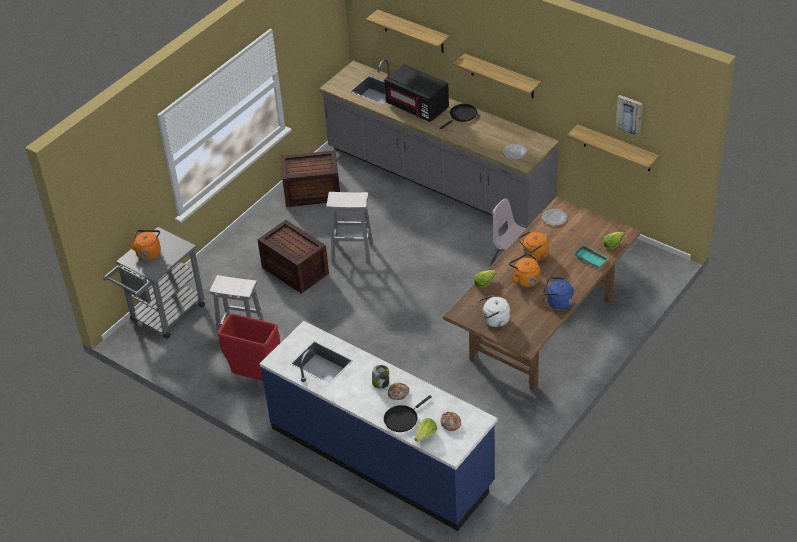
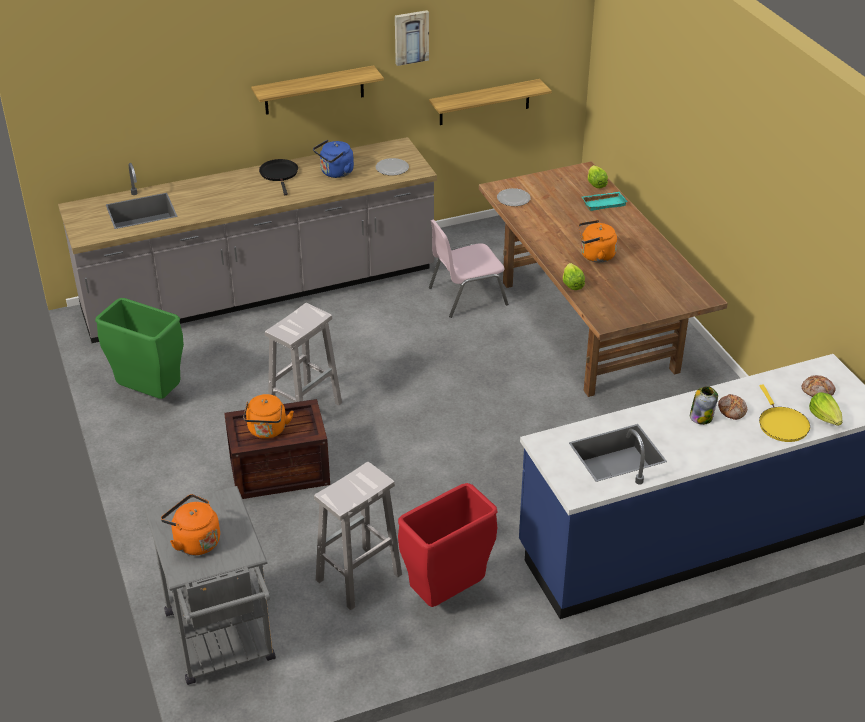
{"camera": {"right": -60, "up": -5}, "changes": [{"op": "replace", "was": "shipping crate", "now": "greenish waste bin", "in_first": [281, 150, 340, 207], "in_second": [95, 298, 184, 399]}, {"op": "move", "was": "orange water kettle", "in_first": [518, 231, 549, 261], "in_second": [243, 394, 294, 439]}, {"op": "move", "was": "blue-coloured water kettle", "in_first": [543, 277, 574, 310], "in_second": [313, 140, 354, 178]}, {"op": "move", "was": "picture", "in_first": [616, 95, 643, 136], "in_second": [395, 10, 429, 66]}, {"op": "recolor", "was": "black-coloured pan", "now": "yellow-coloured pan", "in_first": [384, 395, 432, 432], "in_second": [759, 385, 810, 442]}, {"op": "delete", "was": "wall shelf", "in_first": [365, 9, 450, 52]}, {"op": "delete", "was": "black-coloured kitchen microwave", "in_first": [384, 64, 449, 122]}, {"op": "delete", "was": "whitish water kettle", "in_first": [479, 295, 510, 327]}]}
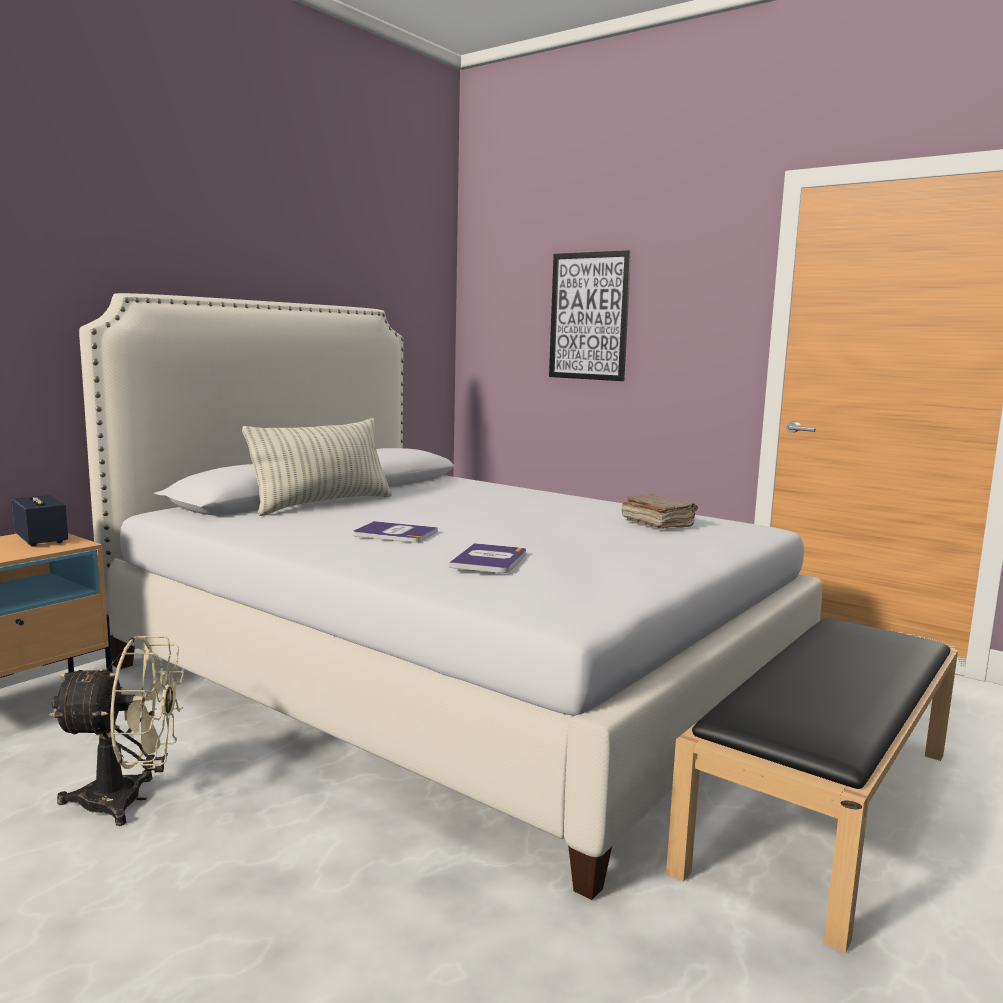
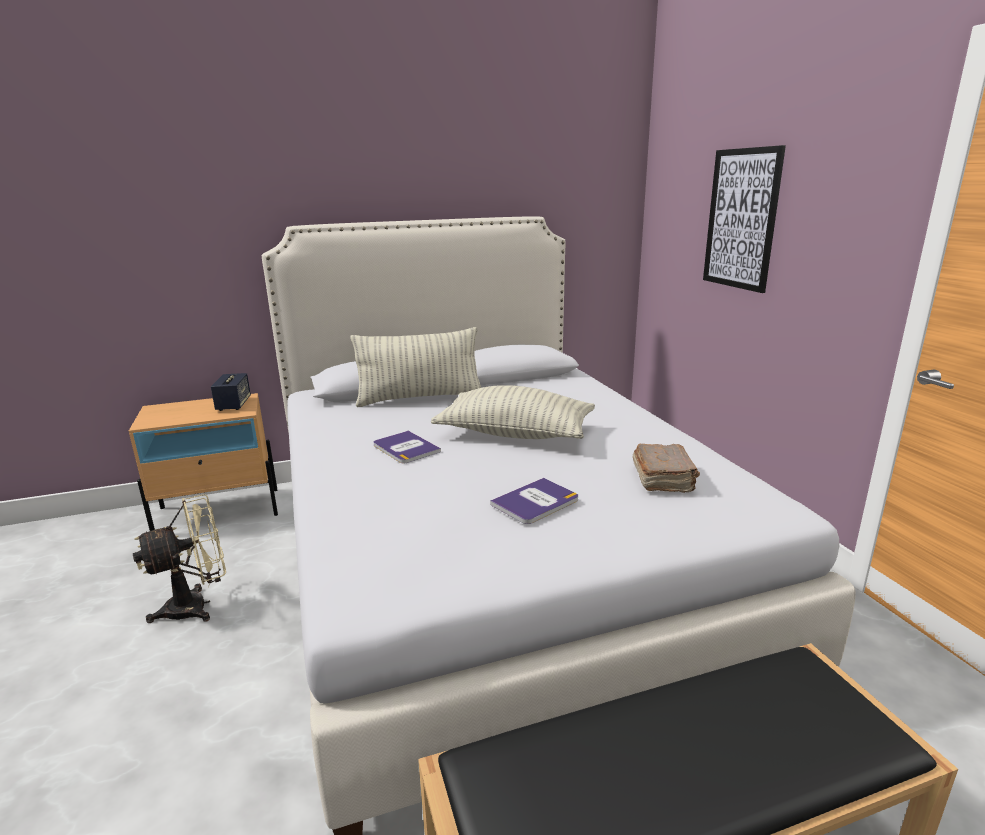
{"camera": {"right": 35, "up": 10}, "changes": [{"op": "rotate", "was": "beige-coloured cooling fan", "in_first": [49, 635, 184, 826], "in_second": [133, 494, 226, 623], "clockwise": -60}, {"op": "insert", "now": "cushion", "in_second": [431, 385, 595, 439]}, {"op": "move", "was": "bound book", "in_first": [449, 543, 526, 573], "in_second": [490, 478, 578, 524]}]}
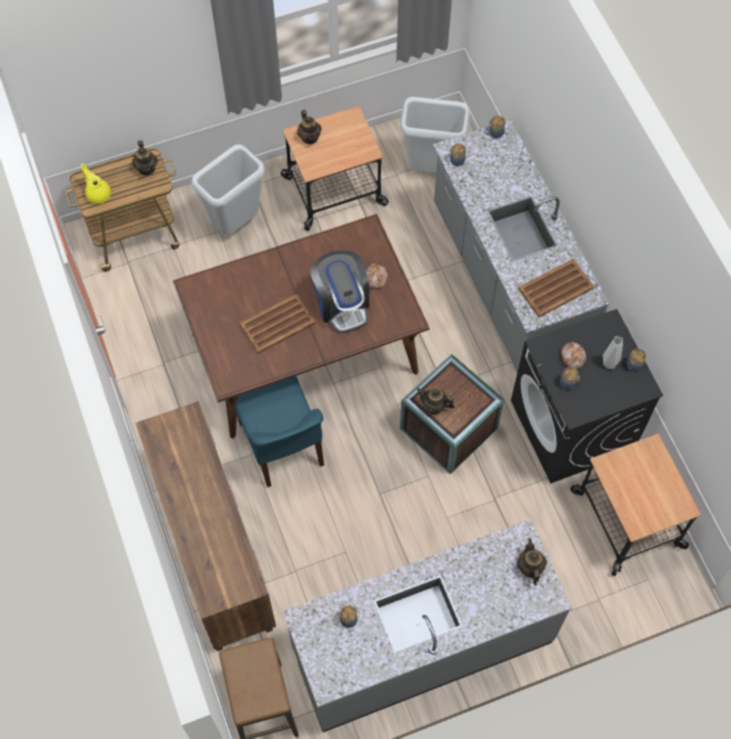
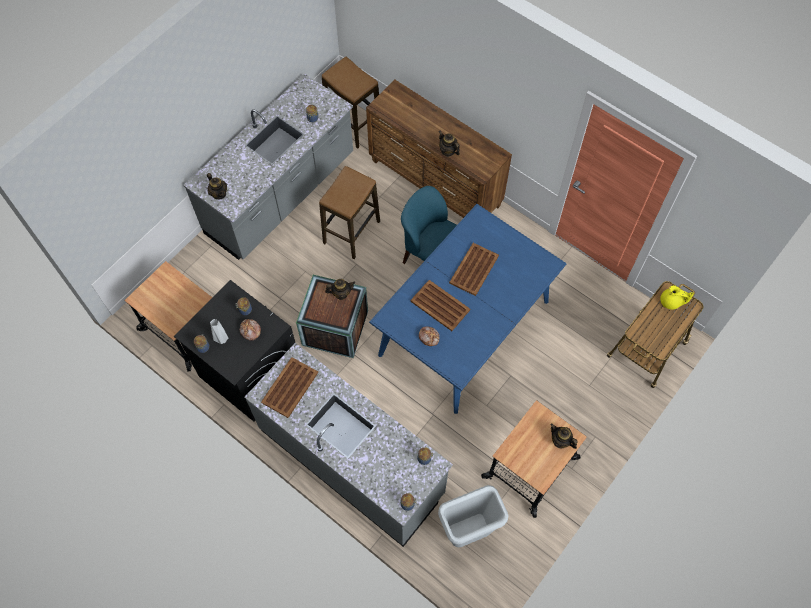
{"camera": {"right": 150, "up": 0}, "changes": [{"op": "insert", "now": "stool seat", "in_second": [319, 166, 380, 259]}, {"op": "recolor", "was": "brown dinner table", "now": "blue-coloured dinner table", "in_first": [173, 214, 430, 439], "in_second": [369, 204, 567, 414]}, {"op": "replace", "was": "coffee brewer", "now": "brown serving tray", "in_first": [310, 250, 369, 333], "in_second": [410, 280, 470, 331]}, {"op": "move", "was": "tea pot", "in_first": [132, 140, 158, 176], "in_second": [438, 131, 460, 157]}, {"op": "delete", "was": "greyish waste bin", "in_first": [191, 144, 265, 235]}]}
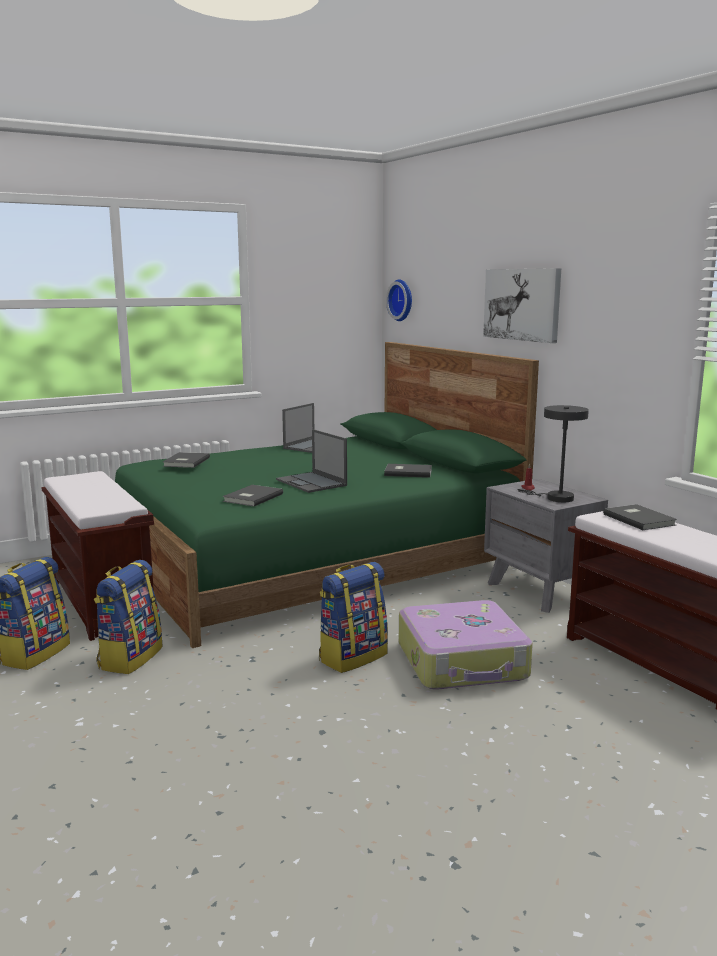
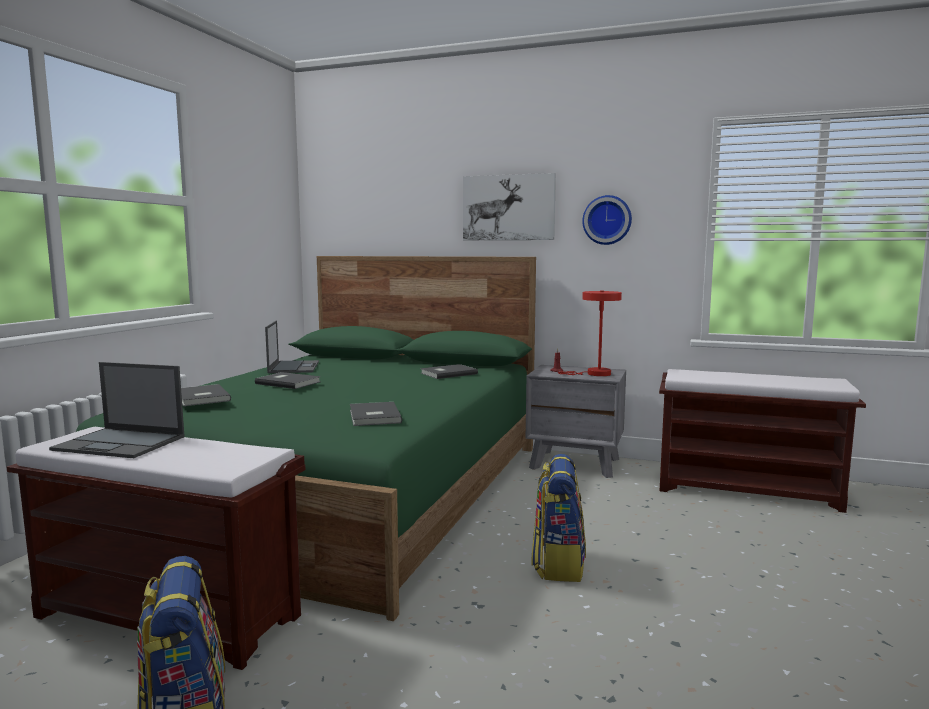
{"camera": {"right": -40, "up": -5}, "changes": [{"op": "move", "was": "laptop", "in_first": [276, 429, 347, 493], "in_second": [49, 362, 185, 458]}, {"op": "move", "was": "greyish bound book", "in_first": [603, 504, 677, 530], "in_second": [255, 372, 321, 389]}, {"op": "recolor", "was": "greyish table lamp", "now": "red table lamp", "in_first": [517, 405, 589, 502], "in_second": [558, 291, 622, 376]}, {"op": "move", "was": "clock on the wall", "in_first": [386, 279, 412, 321], "in_second": [582, 195, 632, 245]}, {"op": "delete", "was": "rucksack", "in_first": [94, 560, 163, 674]}, {"op": "delete", "was": "suitcase", "in_first": [399, 600, 533, 690]}]}
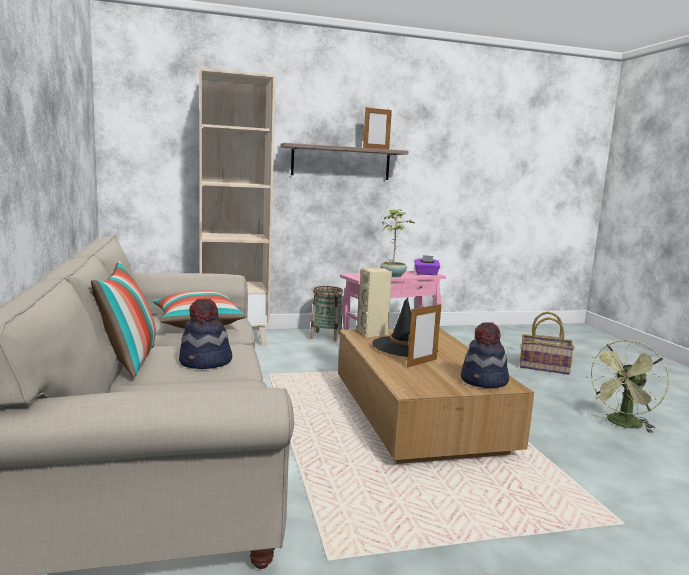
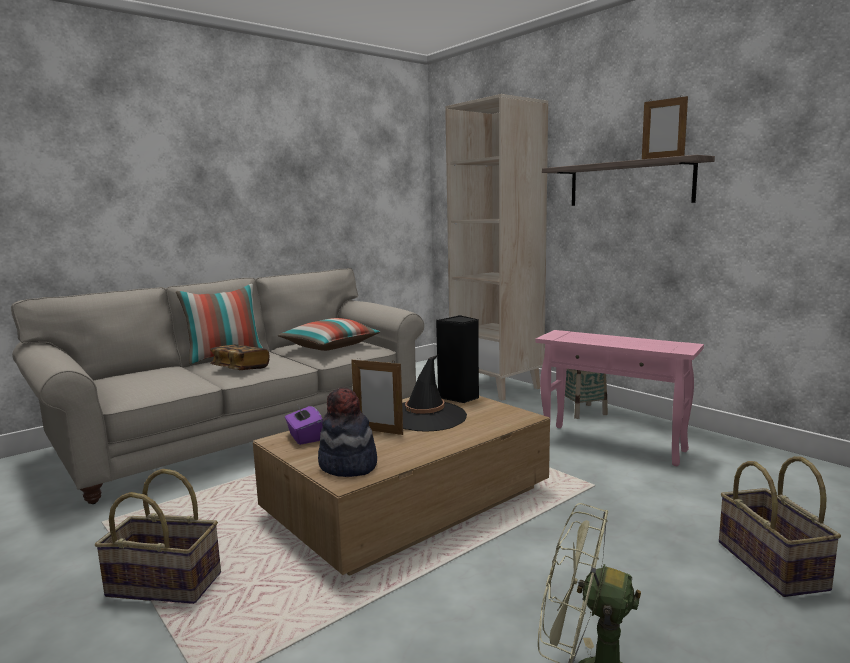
{"camera": {"right": 65, "up": 0}, "changes": [{"op": "insert", "now": "basket", "in_second": [95, 469, 221, 604]}, {"op": "replace", "was": "wearable hat", "now": "bound book", "in_first": [179, 298, 232, 369], "in_second": [210, 345, 269, 370]}, {"op": "move", "was": "purplish tissue box", "in_first": [414, 255, 440, 275], "in_second": [285, 406, 323, 445]}, {"op": "recolor", "was": "beige-coloured loudspeaker", "now": "black-coloured loudspeaker", "in_first": [357, 268, 392, 337], "in_second": [436, 315, 479, 403]}, {"op": "delete", "was": "plant in a pot", "in_first": [380, 209, 415, 277]}]}
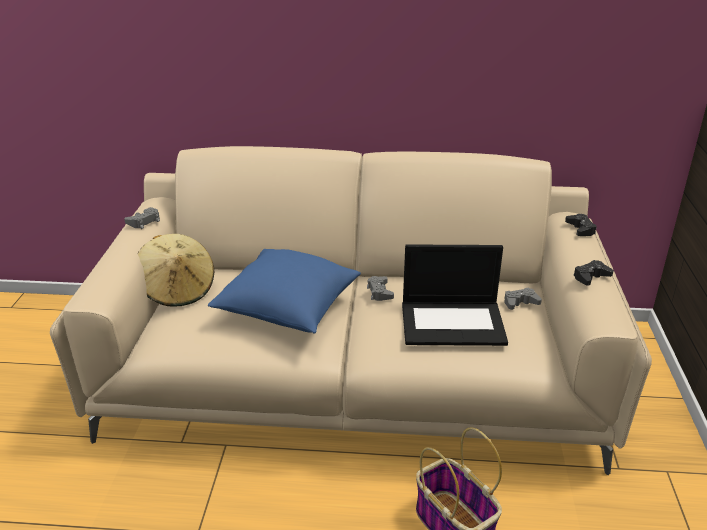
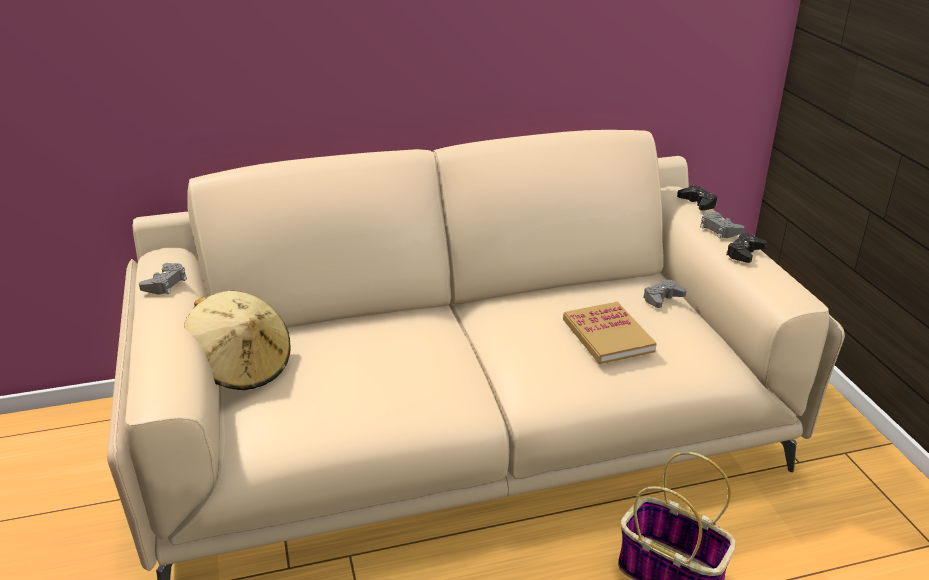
{"camera": {"right": -20, "up": 0}, "changes": [{"op": "replace", "was": "laptop", "now": "bound book", "in_first": [402, 244, 508, 346], "in_second": [563, 302, 657, 364]}, {"op": "move", "was": "greyish joypad", "in_first": [367, 276, 394, 301], "in_second": [700, 212, 744, 239]}, {"op": "delete", "was": "blue-coloured cushion", "in_first": [208, 249, 361, 334]}]}
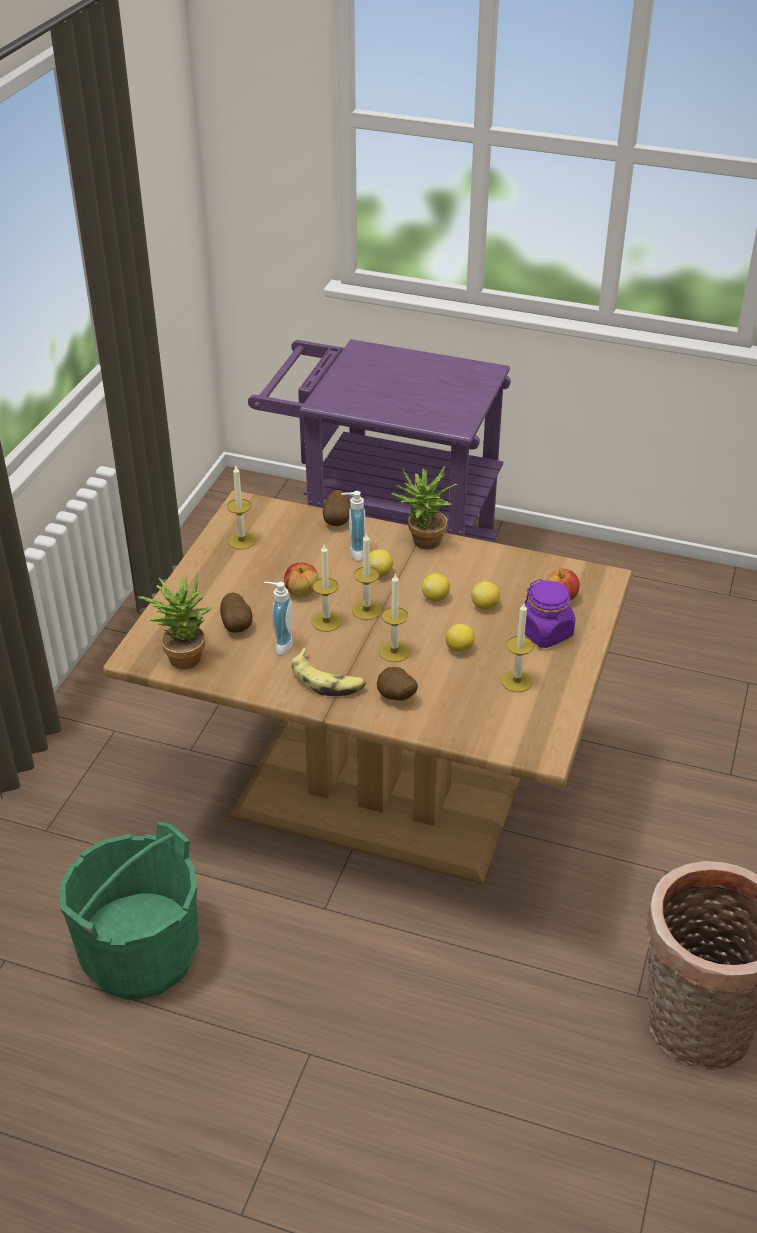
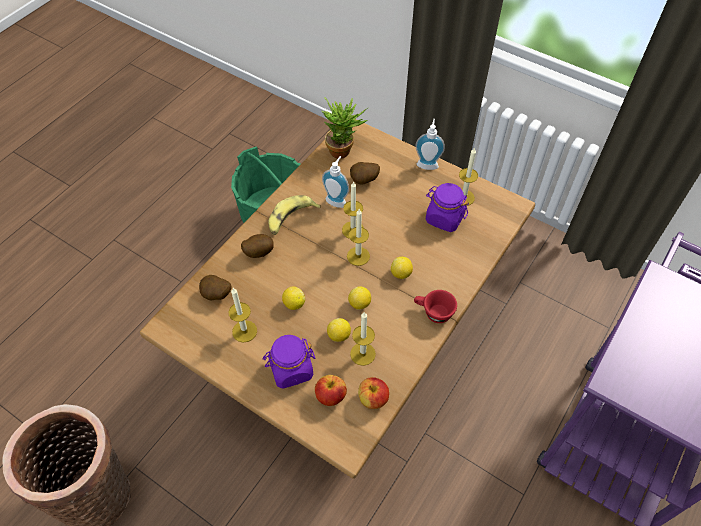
{"camera": {"right": 105, "up": 15}, "changes": [{"op": "move", "was": "whole potato", "in_first": [323, 490, 350, 526], "in_second": [199, 275, 232, 301]}, {"op": "move", "was": "wax candle", "in_first": [379, 573, 410, 662], "in_second": [350, 312, 376, 366]}, {"op": "move", "was": "apple fruit", "in_first": [284, 562, 318, 597], "in_second": [358, 377, 389, 409]}, {"op": "replace", "was": "plant in a pot", "now": "red cup", "in_first": [392, 466, 458, 549], "in_second": [414, 290, 457, 323]}, {"op": "move", "was": "liquid soap bottle", "in_first": [341, 491, 365, 561], "in_second": [415, 119, 445, 170]}, {"op": "insert", "now": "purplish preserve jar", "in_second": [426, 183, 469, 232]}]}
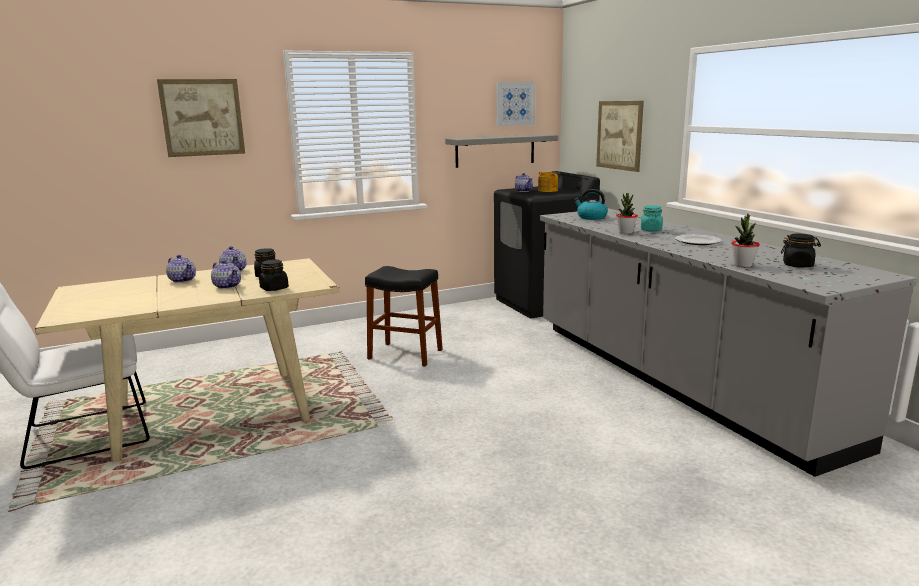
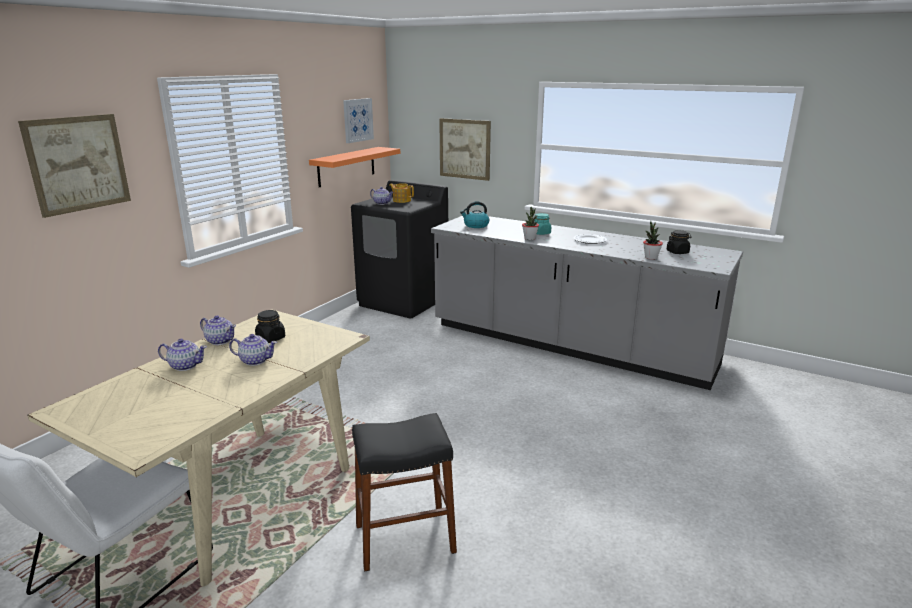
{"camera": {"right": -35, "up": 5}, "changes": [{"op": "recolor", "was": "greyish wall shelf", "now": "orange wall shelf", "in_first": [445, 134, 558, 168], "in_second": [309, 147, 400, 187]}, {"op": "move", "was": "black-coloured stool seat", "in_first": [365, 266, 443, 367], "in_second": [352, 413, 457, 572]}, {"op": "delete", "was": "black-coloured preserve jar", "in_first": [259, 259, 289, 291]}]}
